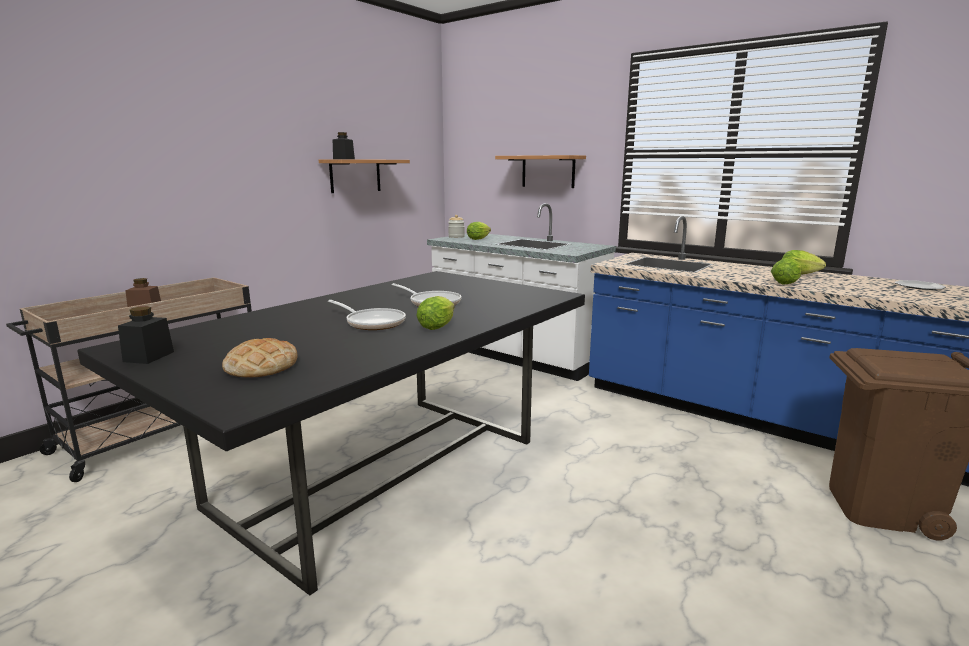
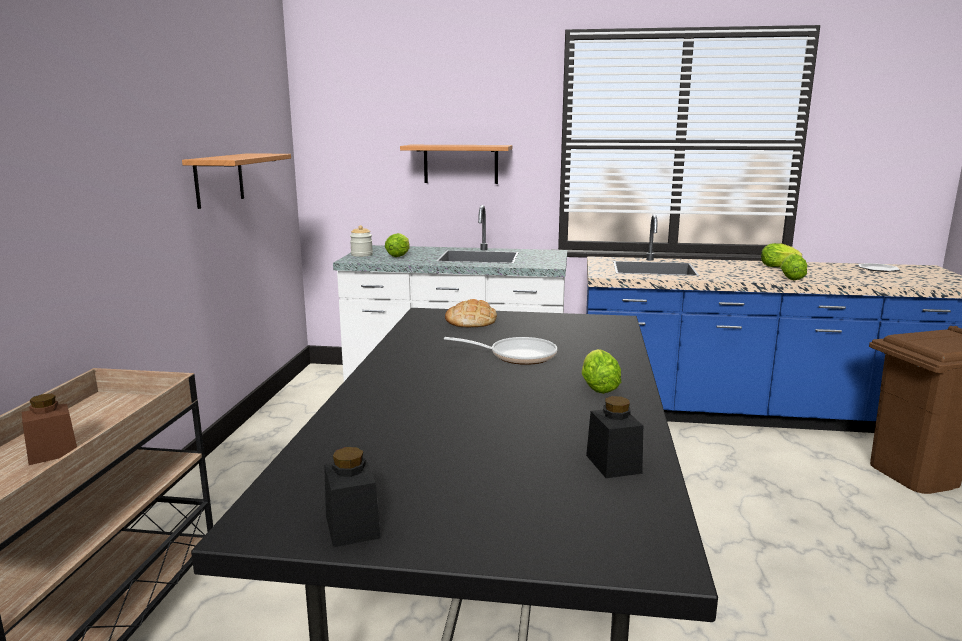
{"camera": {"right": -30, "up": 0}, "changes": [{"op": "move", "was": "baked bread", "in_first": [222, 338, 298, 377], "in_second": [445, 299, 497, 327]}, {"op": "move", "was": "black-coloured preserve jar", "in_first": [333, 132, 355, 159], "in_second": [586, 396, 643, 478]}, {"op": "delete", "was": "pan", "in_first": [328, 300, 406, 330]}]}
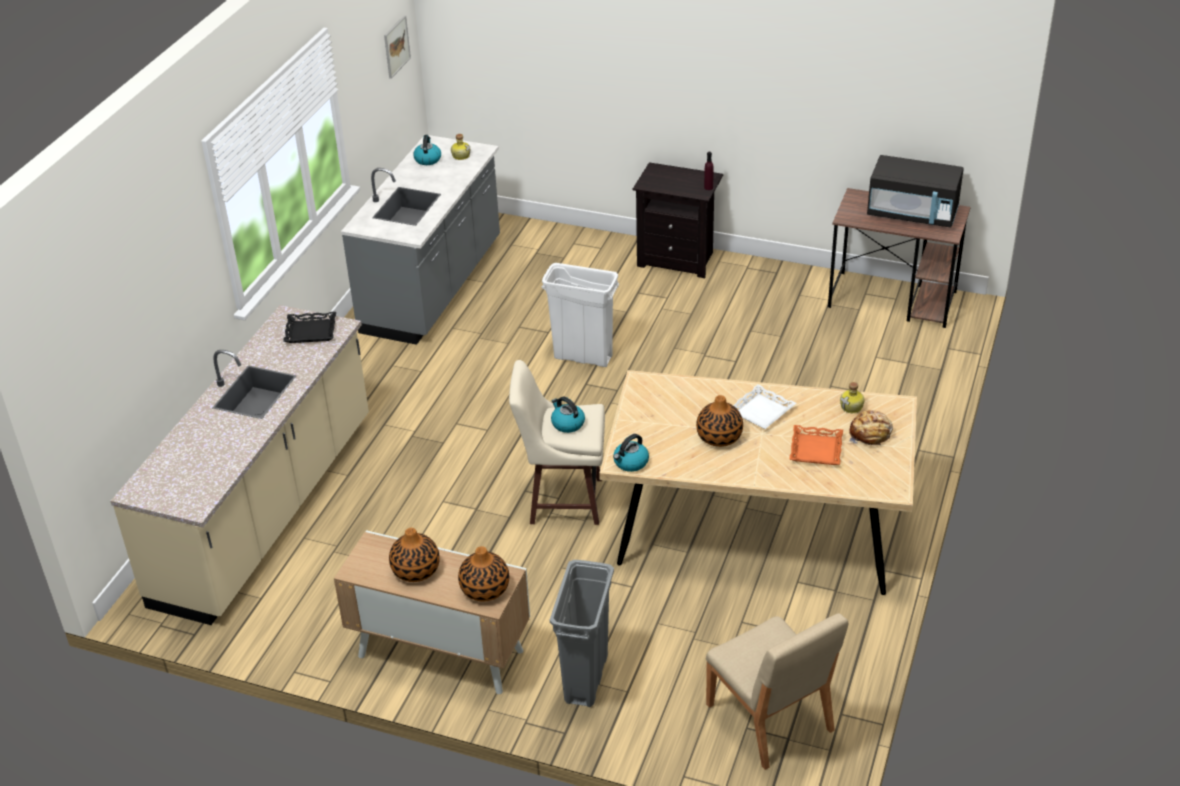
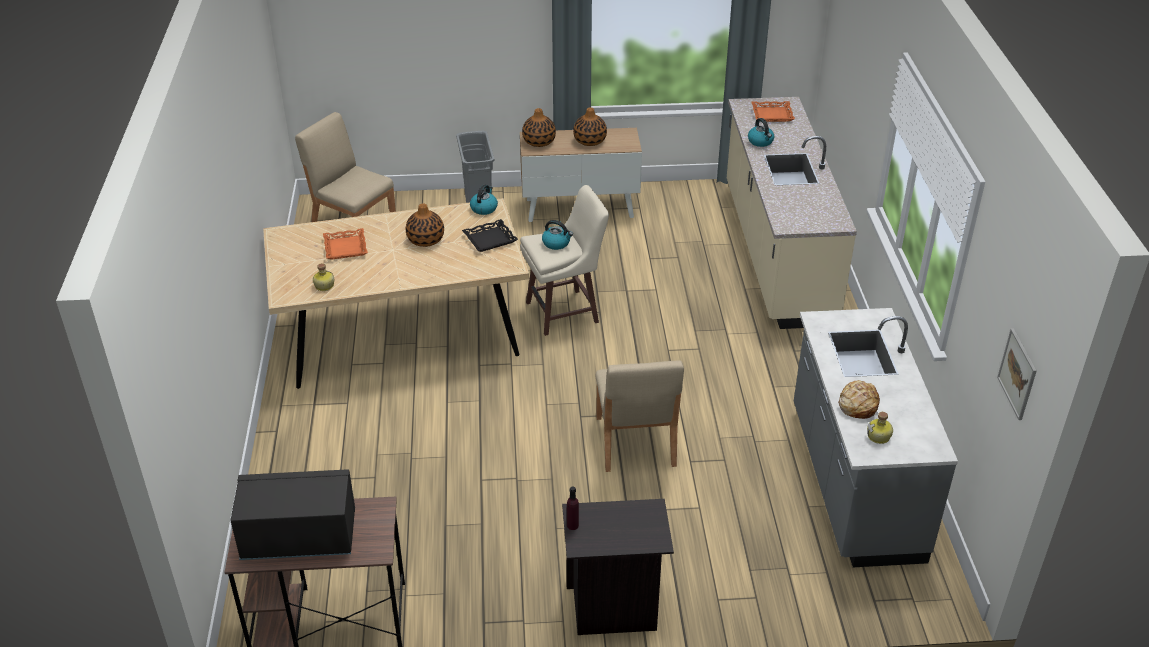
{"camera": {"right": 155, "up": 0}, "changes": [{"op": "move", "was": "black-coloured serving tray", "in_first": [283, 312, 336, 343], "in_second": [462, 219, 518, 252]}, {"op": "replace", "was": "whitish waste bin", "now": "beige-coloured plain chair", "in_first": [542, 263, 619, 367], "in_second": [596, 360, 684, 472]}, {"op": "move", "was": "water kettle", "in_first": [413, 135, 441, 165], "in_second": [748, 118, 774, 147]}, {"op": "insert", "now": "orange serving tray", "in_second": [751, 101, 795, 122]}, {"op": "move", "was": "baked bread", "in_first": [849, 410, 893, 446], "in_second": [838, 380, 880, 419]}, {"op": "delete", "was": "whitish serving tray", "in_first": [733, 384, 796, 429]}]}
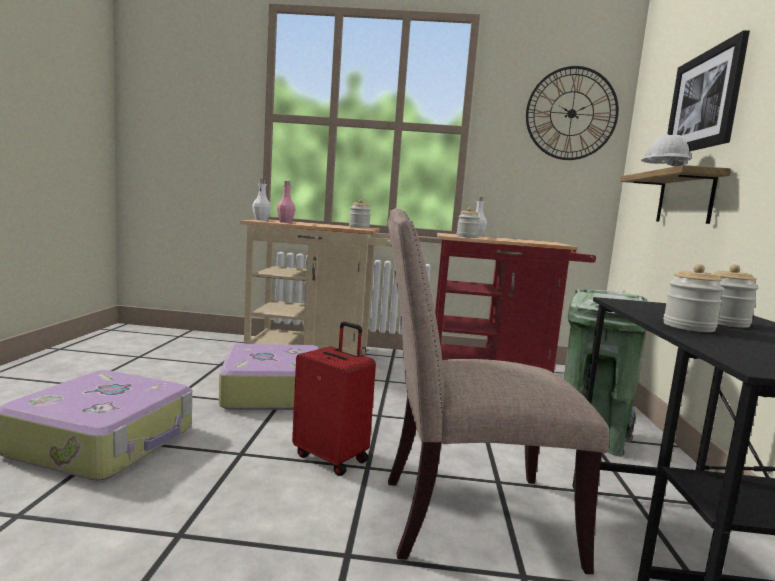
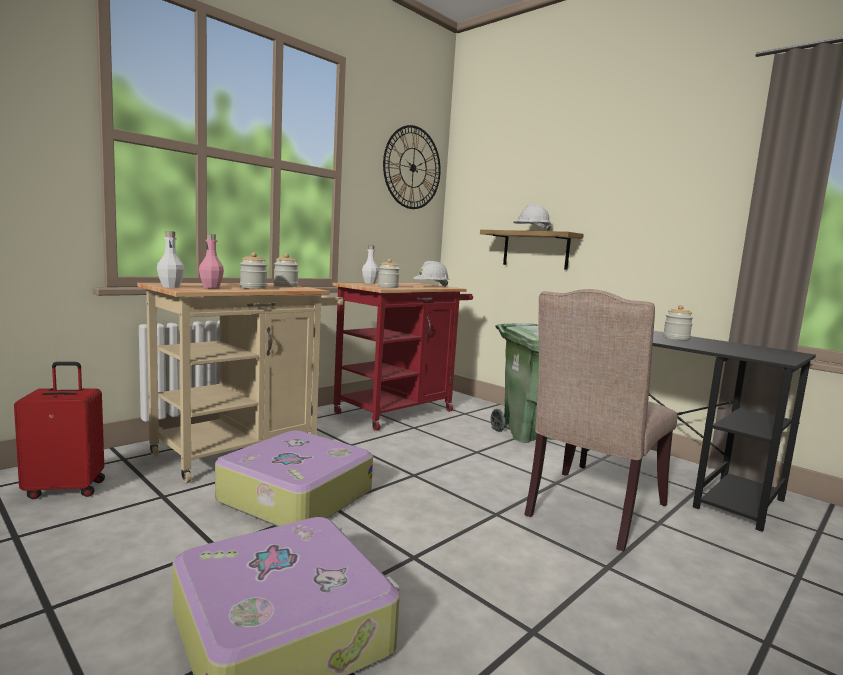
{"camera": {"right": -50, "up": 0}, "changes": [{"op": "move", "was": "red suitcase", "in_first": [292, 322, 376, 476], "in_second": [14, 362, 105, 499]}, {"op": "move", "was": "preserve jar", "in_first": [663, 264, 724, 332], "in_second": [240, 252, 267, 289]}, {"op": "insert", "now": "whitish hard hat", "in_second": [413, 261, 450, 287]}, {"op": "delete", "was": "picture", "in_first": [667, 30, 750, 151]}]}
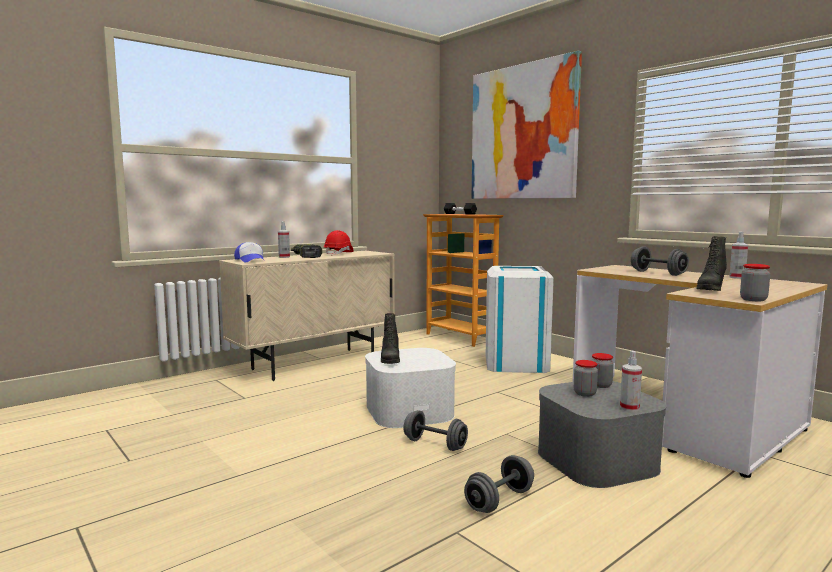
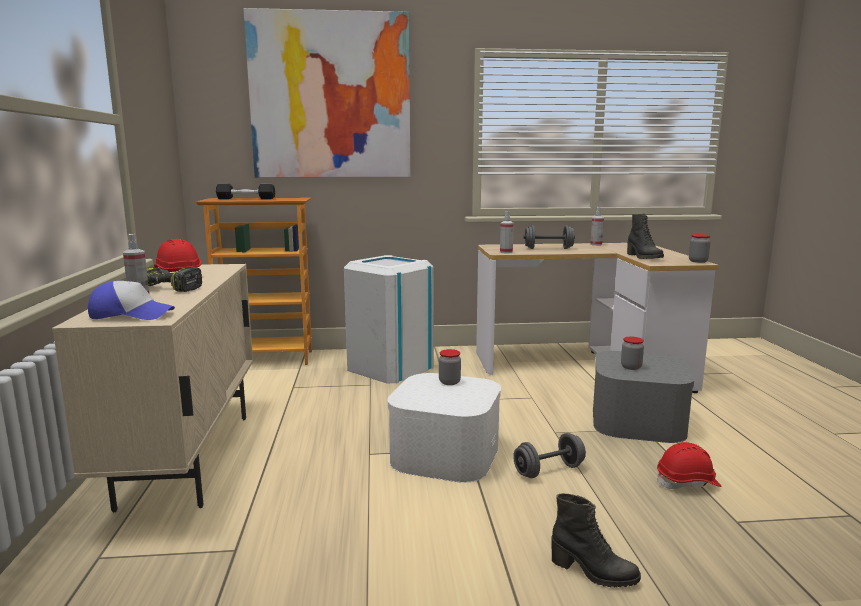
{"camera": {"right": -55, "up": 5}, "changes": [{"op": "move", "was": "preserve jar", "in_first": [591, 353, 614, 388], "in_second": [439, 349, 461, 385]}, {"op": "move", "was": "sprayer", "in_first": [620, 351, 642, 412], "in_second": [500, 211, 514, 253]}, {"op": "move", "was": "black-coloured boot", "in_first": [381, 313, 400, 364], "in_second": [551, 494, 641, 587]}, {"op": "replace", "was": "greyish dumbbell", "now": "red hard hat", "in_first": [464, 455, 534, 513], "in_second": [657, 442, 722, 489]}]}
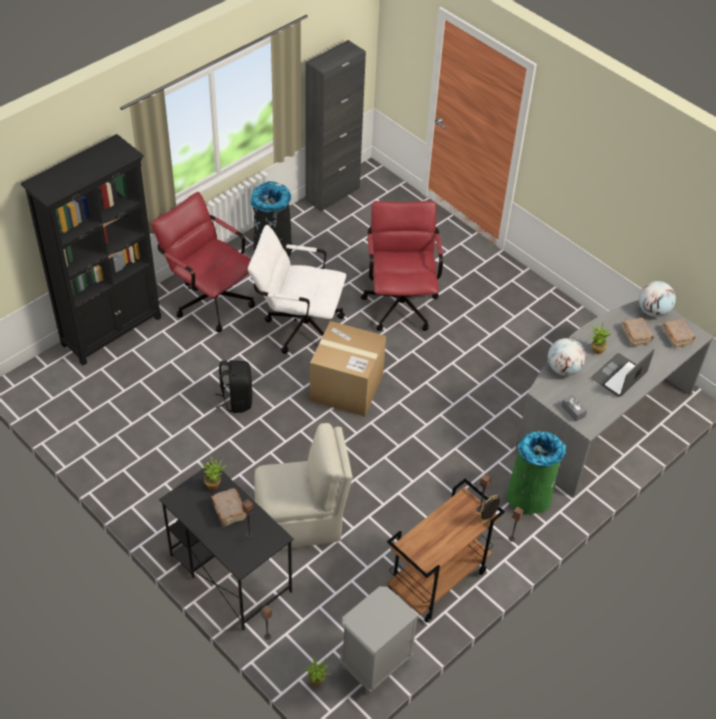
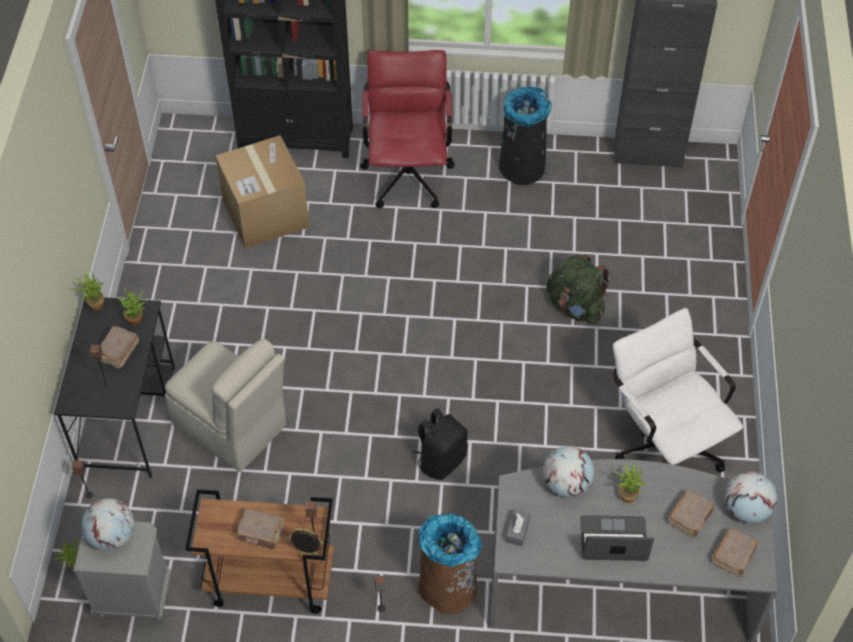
{"camera": {"right": 50, "up": 5}, "changes": [{"op": "insert", "now": "plant in a pot", "in_second": [73, 271, 104, 310]}, {"op": "insert", "now": "world globe", "in_second": [81, 498, 134, 551]}, {"op": "move", "was": "carton", "in_first": [310, 321, 386, 417], "in_second": [215, 135, 309, 249]}, {"op": "insert", "now": "brown bound book", "in_second": [236, 508, 284, 549]}, {"op": "move", "was": "black-coloured rucksack", "in_first": [215, 360, 252, 413], "in_second": [413, 408, 467, 480]}, {"op": "recolor", "was": "greenish waste bin", "now": "brown waste bin", "in_first": [507, 431, 566, 514], "in_second": [418, 513, 482, 614]}, {"op": "replace", "was": "red office chair", "now": "greenish rucksack", "in_first": [361, 201, 443, 331], "in_second": [546, 254, 610, 324]}, {"op": "move", "was": "whitish office chair", "in_first": [248, 225, 346, 354], "in_second": [613, 308, 743, 472]}]}
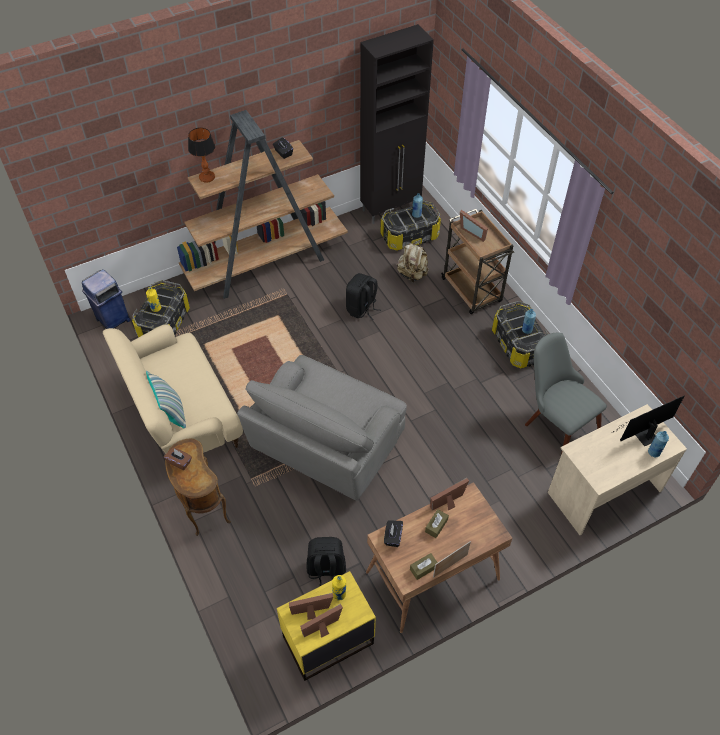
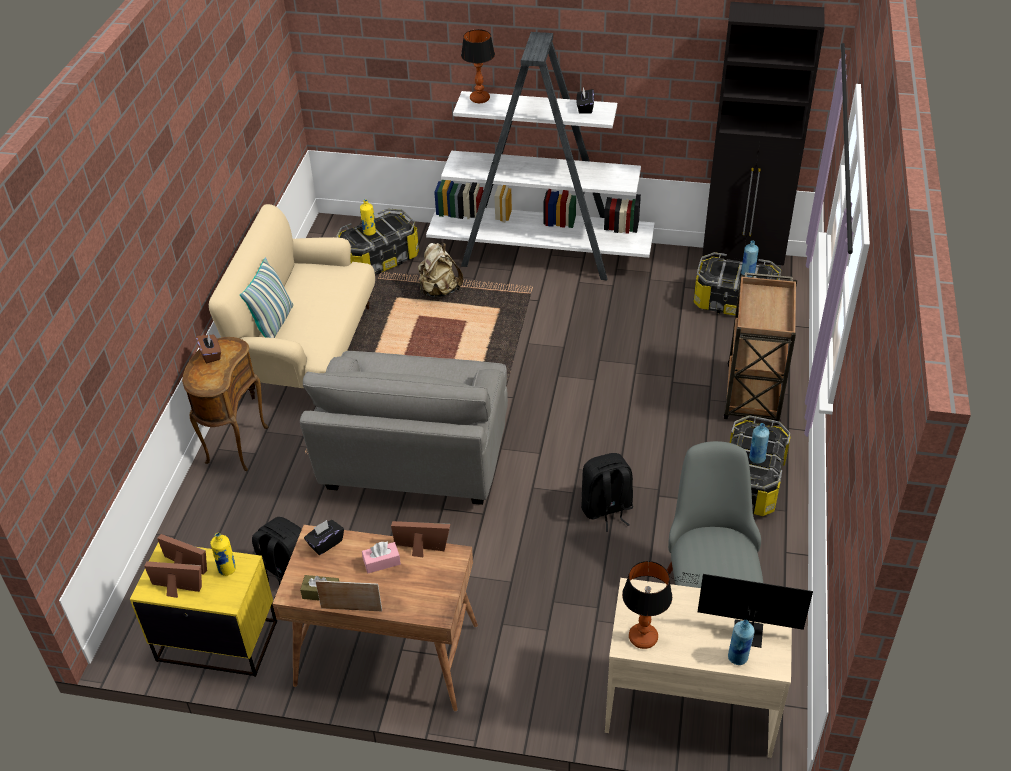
{"camera": {"right": 40, "up": -10}, "changes": [{"op": "rotate", "was": "greyish lounge chair", "in_first": [237, 355, 407, 501], "in_second": [300, 351, 508, 505], "clockwise": -60}, {"op": "recolor", "was": "brown tissue box", "now": "pinkish tissue box", "in_first": [425, 509, 449, 538], "in_second": [362, 541, 401, 573]}, {"op": "move", "was": "beige-coloured rucksack", "in_first": [397, 241, 429, 282], "in_second": [418, 243, 463, 297]}, {"op": "recolor", "was": "brown bookshelf", "now": "whitish bookshelf", "in_first": [177, 110, 348, 299], "in_second": [426, 32, 655, 280]}, {"op": "move", "was": "black-coloured rucksack", "in_first": [346, 273, 381, 320], "in_second": [581, 453, 633, 532]}, {"op": "insert", "now": "table lamp", "in_second": [622, 561, 672, 649]}, {"op": "delete", "was": "blue-coloured waste bin", "in_first": [82, 269, 131, 329]}, {"op": "delete", "was": "picture frame", "in_first": [460, 210, 488, 242]}]}
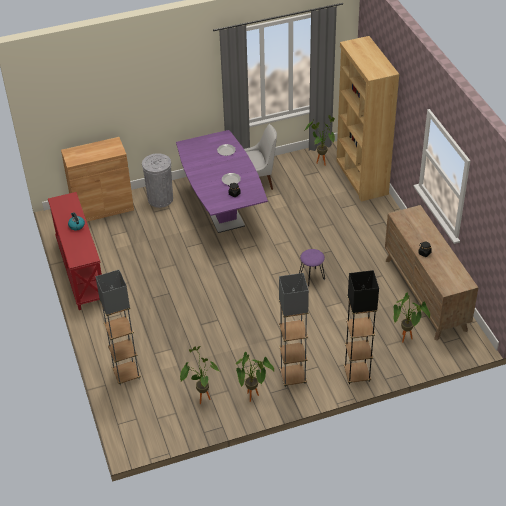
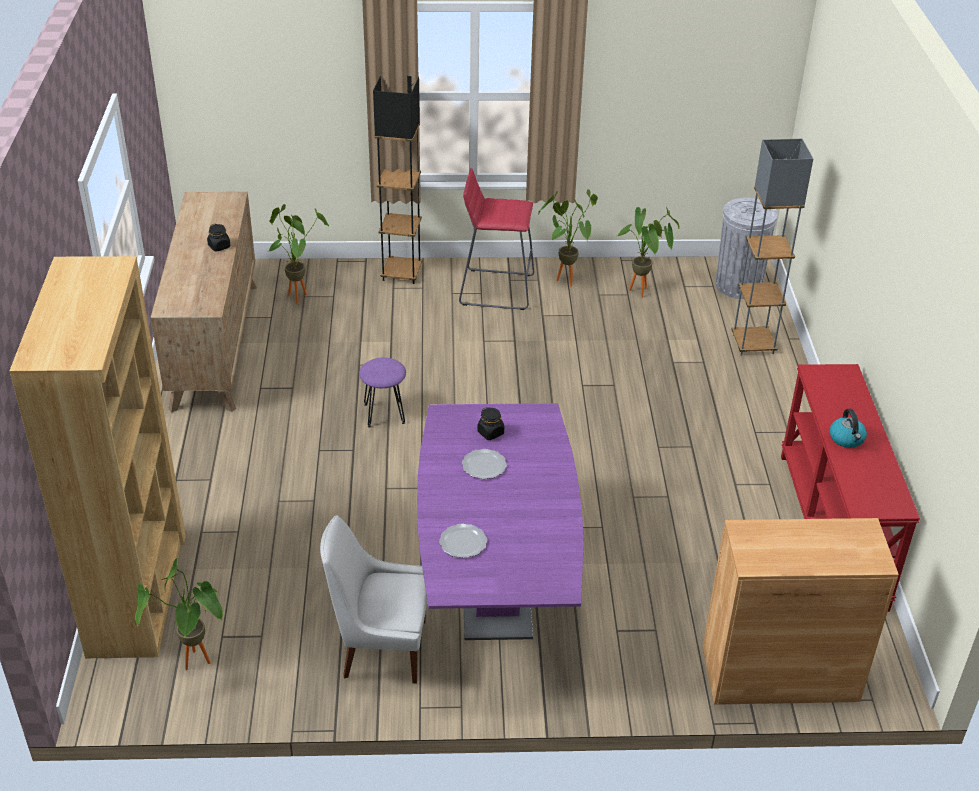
{"camera": {"right": -165, "up": -5}, "changes": [{"op": "replace", "was": "greyish standard lamp", "now": "red stool seat", "in_first": [279, 273, 309, 387], "in_second": [459, 168, 534, 310]}, {"op": "move", "was": "greyish waste bin", "in_first": [142, 153, 173, 208], "in_second": [715, 198, 778, 299]}]}
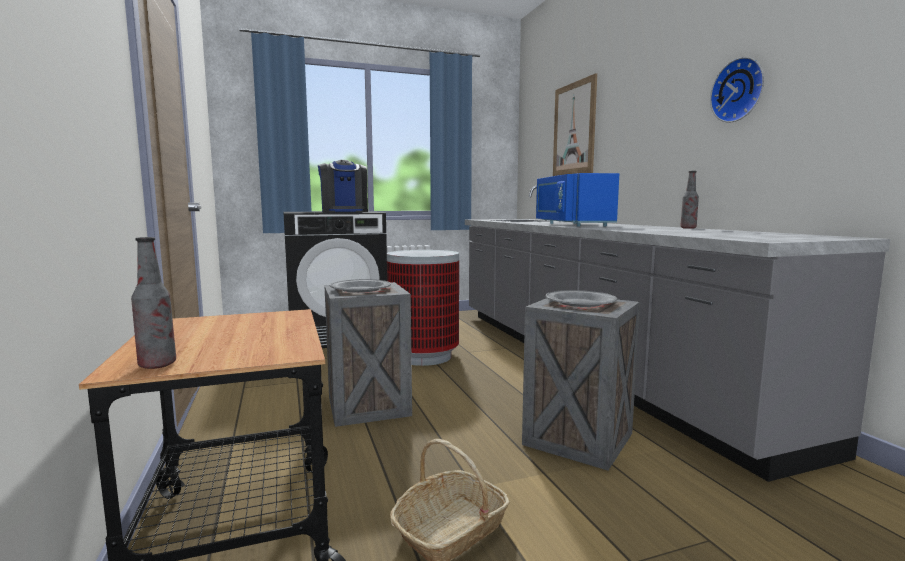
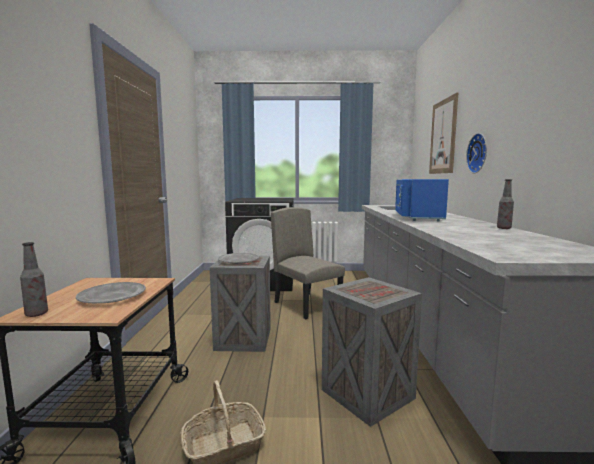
{"camera": {"right": 20, "up": 0}, "changes": [{"op": "move", "was": "greyish dinner plate", "in_first": [545, 290, 617, 307], "in_second": [76, 282, 146, 303]}, {"op": "replace", "was": "waste bin", "now": "beige-coloured plain chair", "in_first": [387, 250, 459, 366], "in_second": [271, 207, 345, 319]}, {"op": "move", "was": "clock on the wall", "in_first": [710, 57, 764, 123], "in_second": [466, 133, 487, 173]}, {"op": "delete", "was": "coffee brewer", "in_first": [318, 160, 368, 212]}]}
